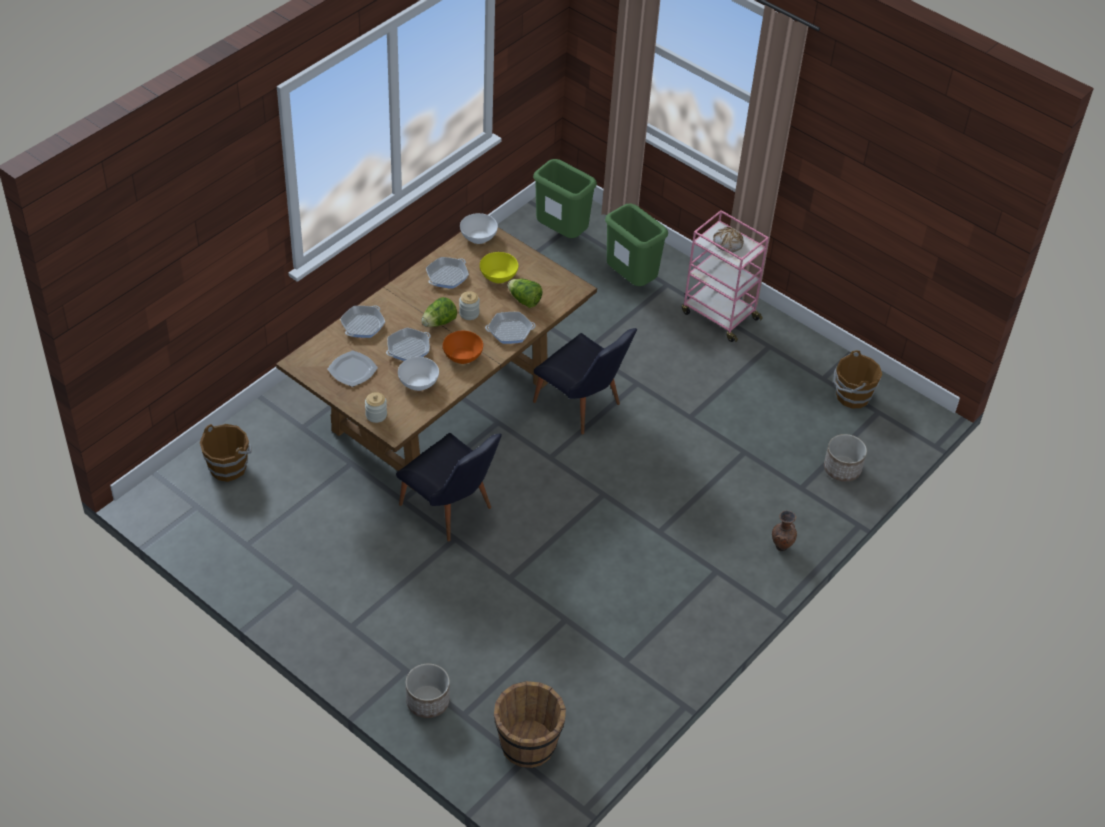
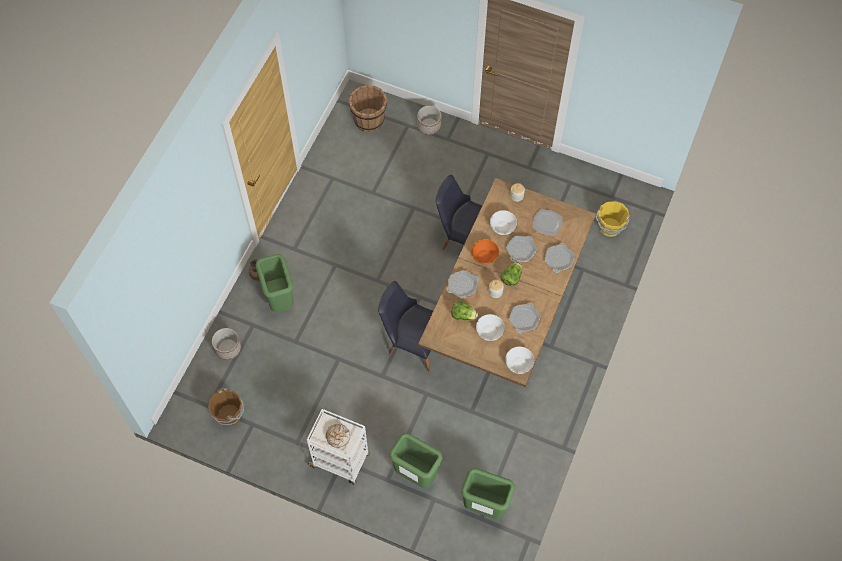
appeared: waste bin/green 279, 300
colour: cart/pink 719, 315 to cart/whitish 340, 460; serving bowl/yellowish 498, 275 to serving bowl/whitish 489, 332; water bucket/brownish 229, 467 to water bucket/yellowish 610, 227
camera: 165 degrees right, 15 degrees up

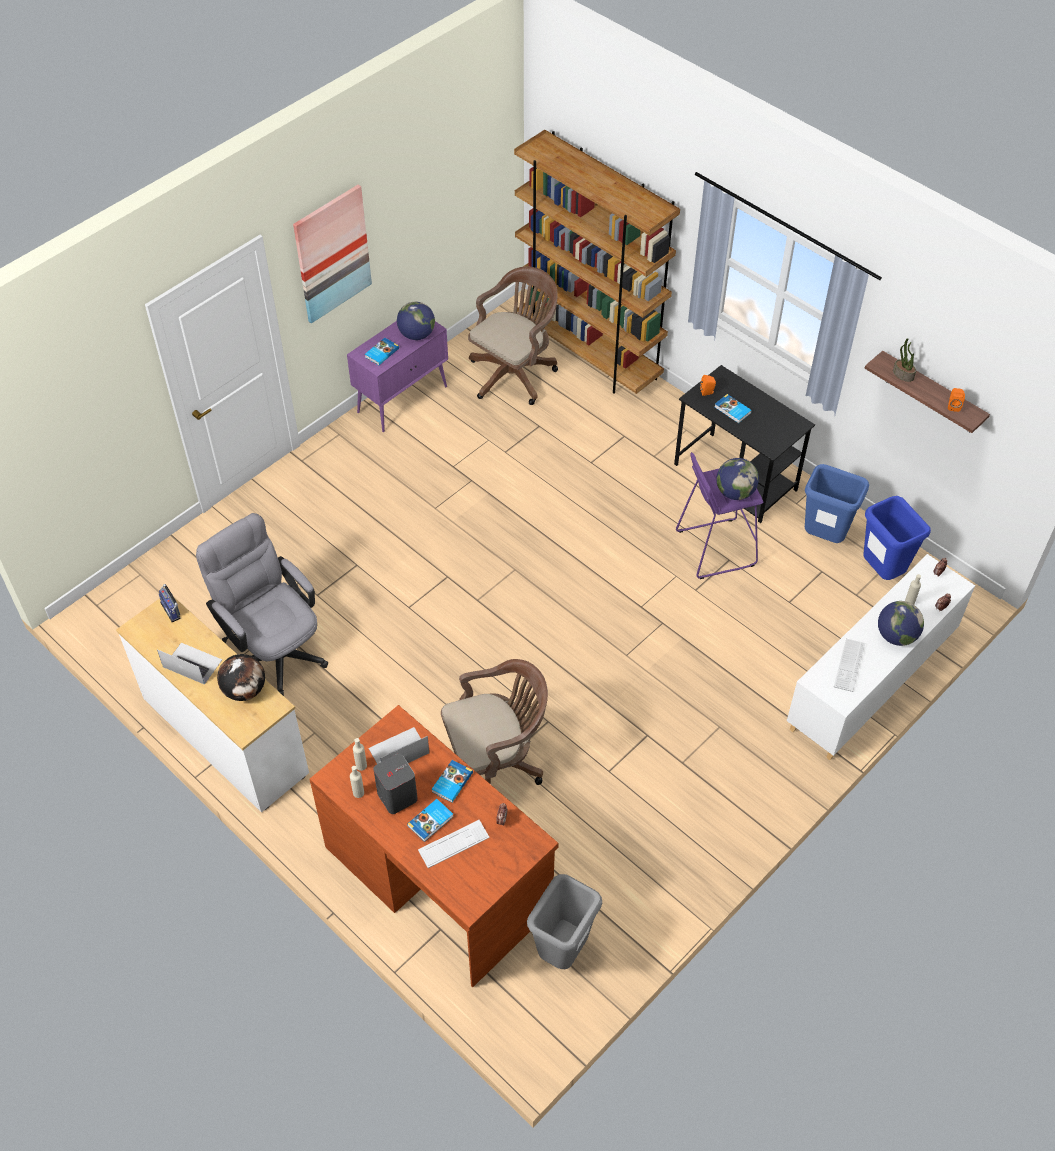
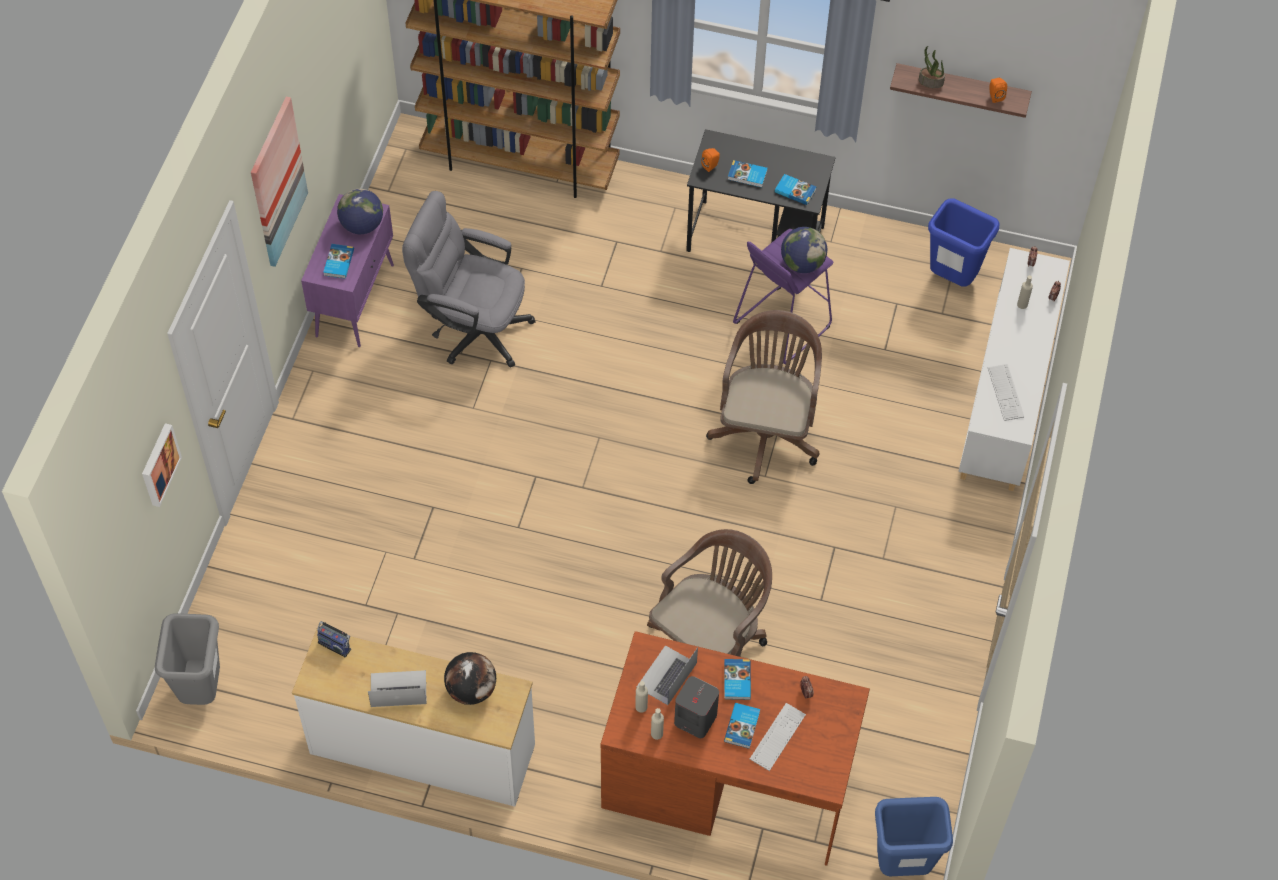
missing: globe 896, 636
appeared: wall picture 158, 464; book 795, 190
relocated: waste bin/grey 563, 951 to 202, 690; desk chair/grey 274, 649 to 472, 328; desk chair/brownish 515, 373 to 766, 431; waste bin/blue-coloured 824, 538 to 903, 865
camera: 30 degrees left, 5 degrees up

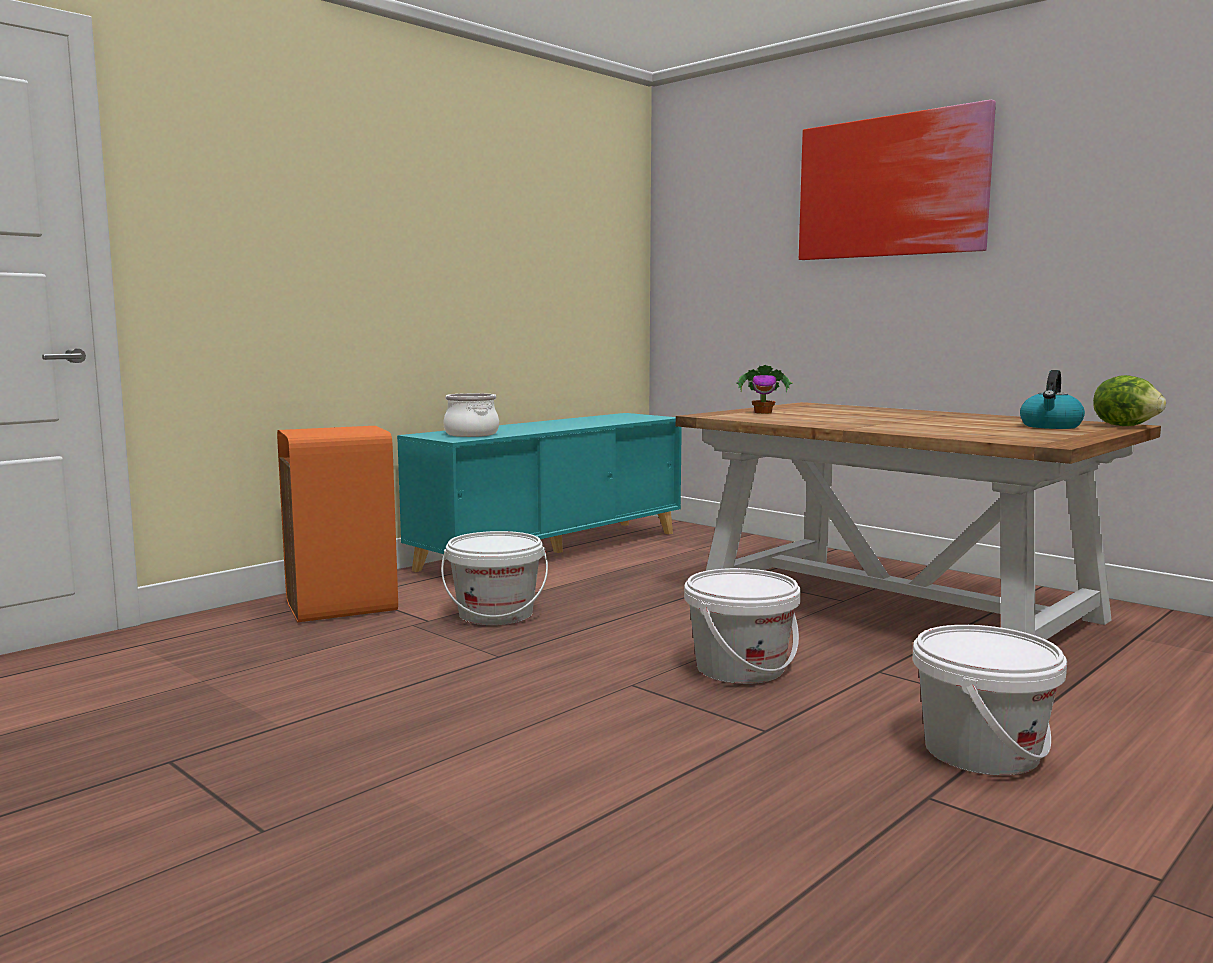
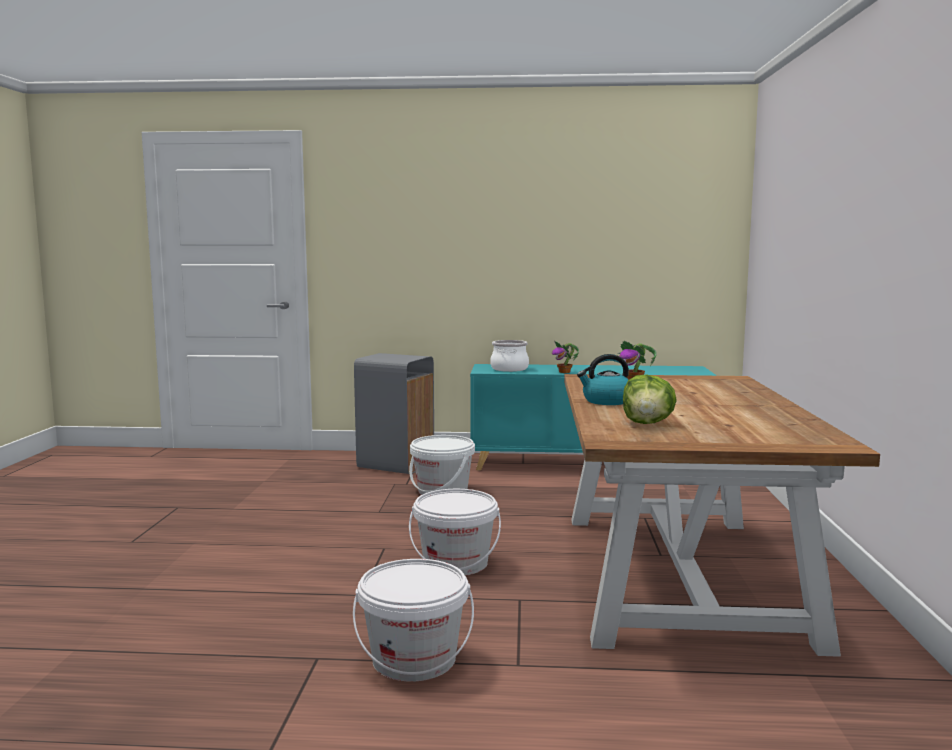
missing: wall picture 891, 187
appeared: potted plant 564, 372
relocated: kettle 1051, 426 to 606, 401; head of lettuce 1126, 426 to 647, 423
colour: waste bin/orangey 342, 607 to waste bin/grey 396, 465
camera: 50 degrees right, 0 degrees up

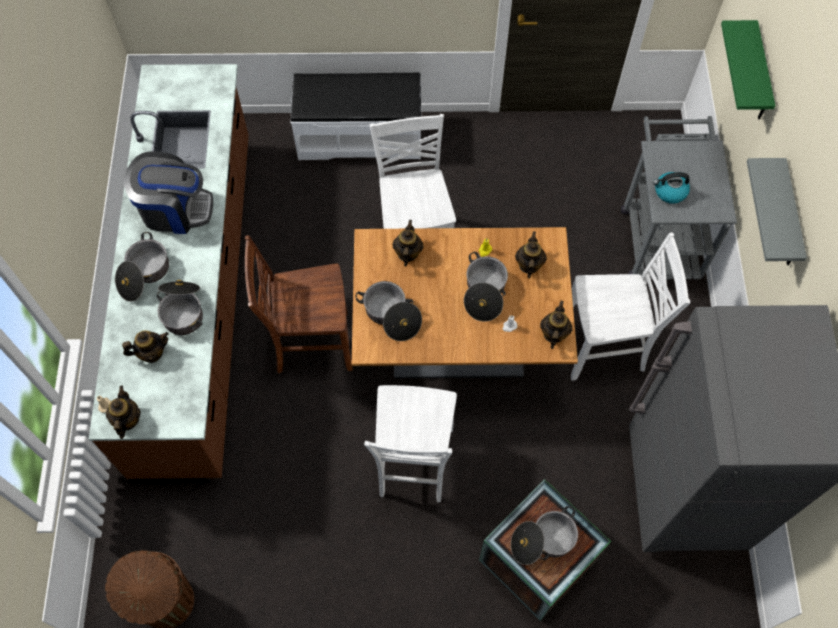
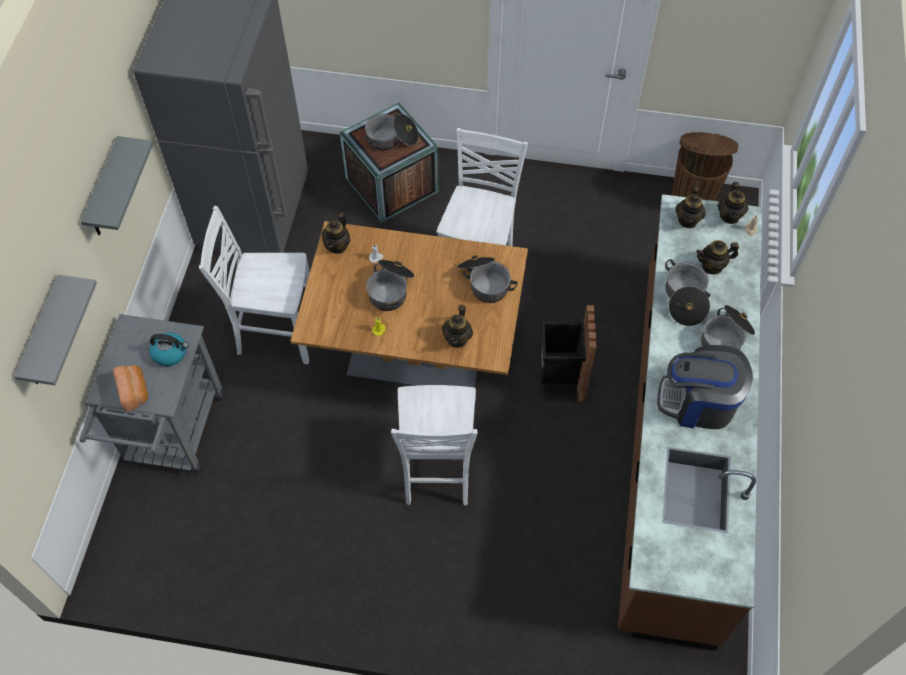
missing: indoor bench/whitish 359, 136
appeared: bread 134, 391
relocated: tea pot 529, 265 to 688, 220
exchanged: chair/brownish 310, 343 to waste bin/blackish 560, 381
colour: bracket shelf/green 760, 75 to bracket shelf/grey 43, 336
camera: 170 degrees left, 5 degrees down

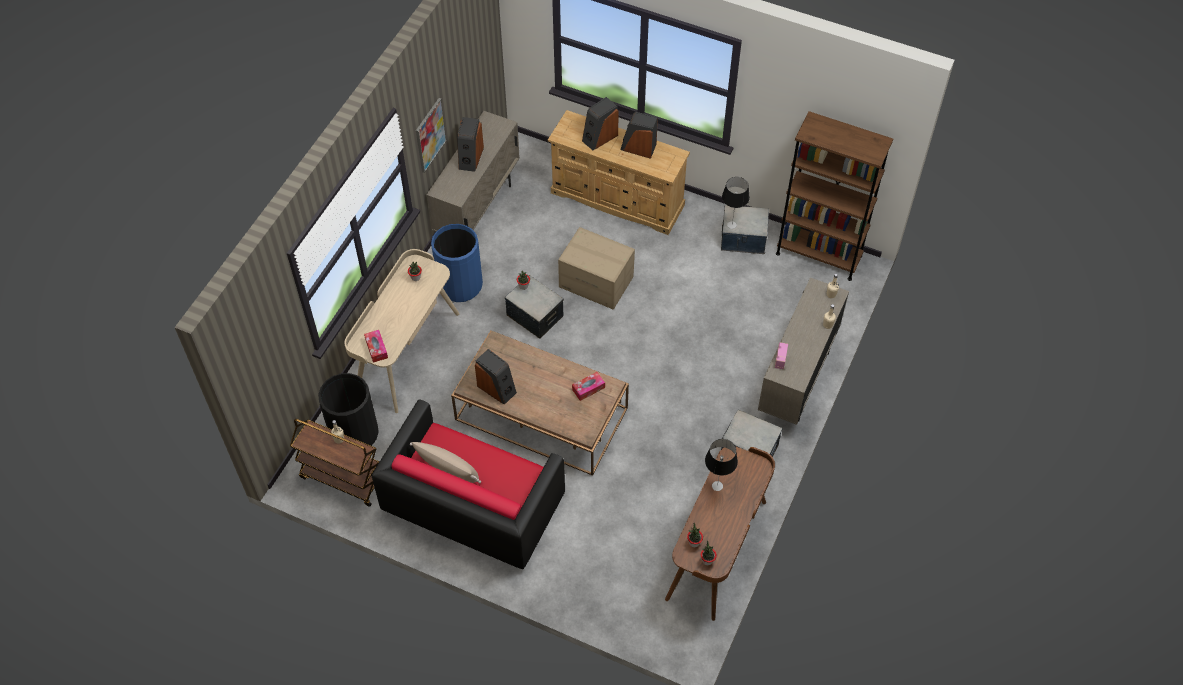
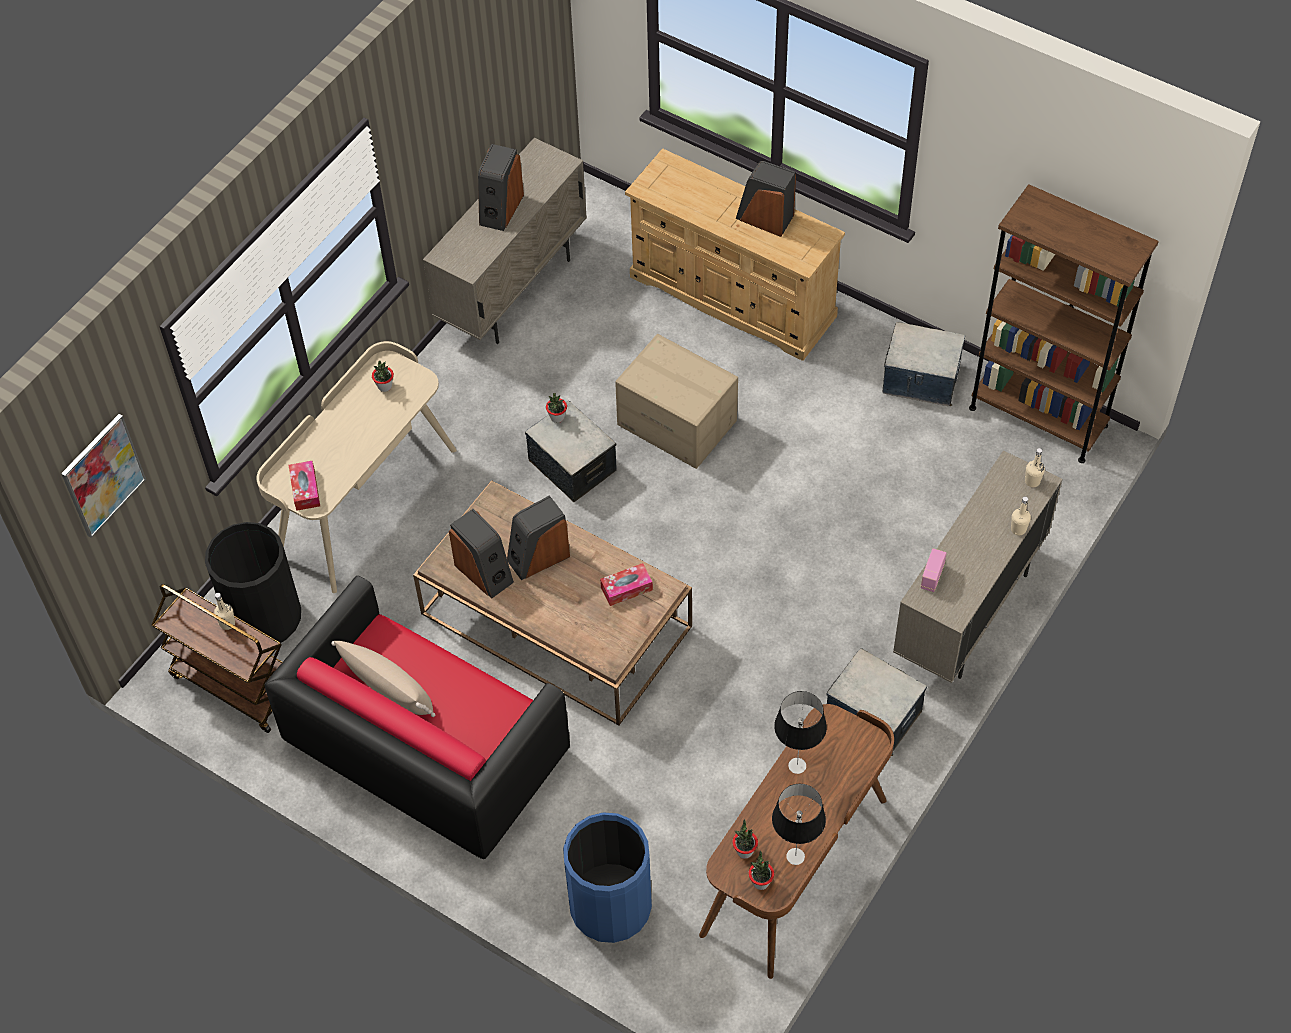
relocated: wall picture 430, 135 to 103, 475; speaker 599, 137 to 538, 557; waste bin/blue-coloured 460, 285 to 610, 906; tabletop lamp 732, 224 to 795, 855
camera: 10 degrees right, 0 degrees up

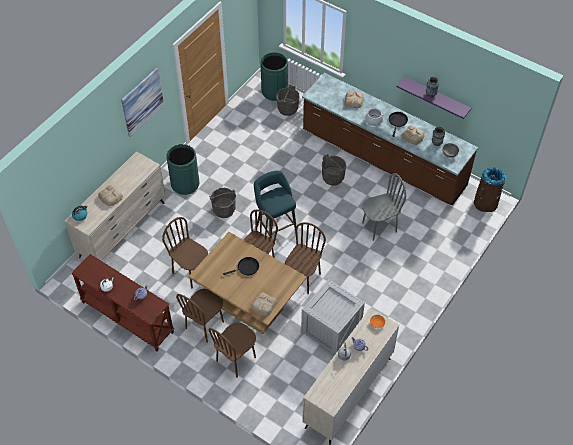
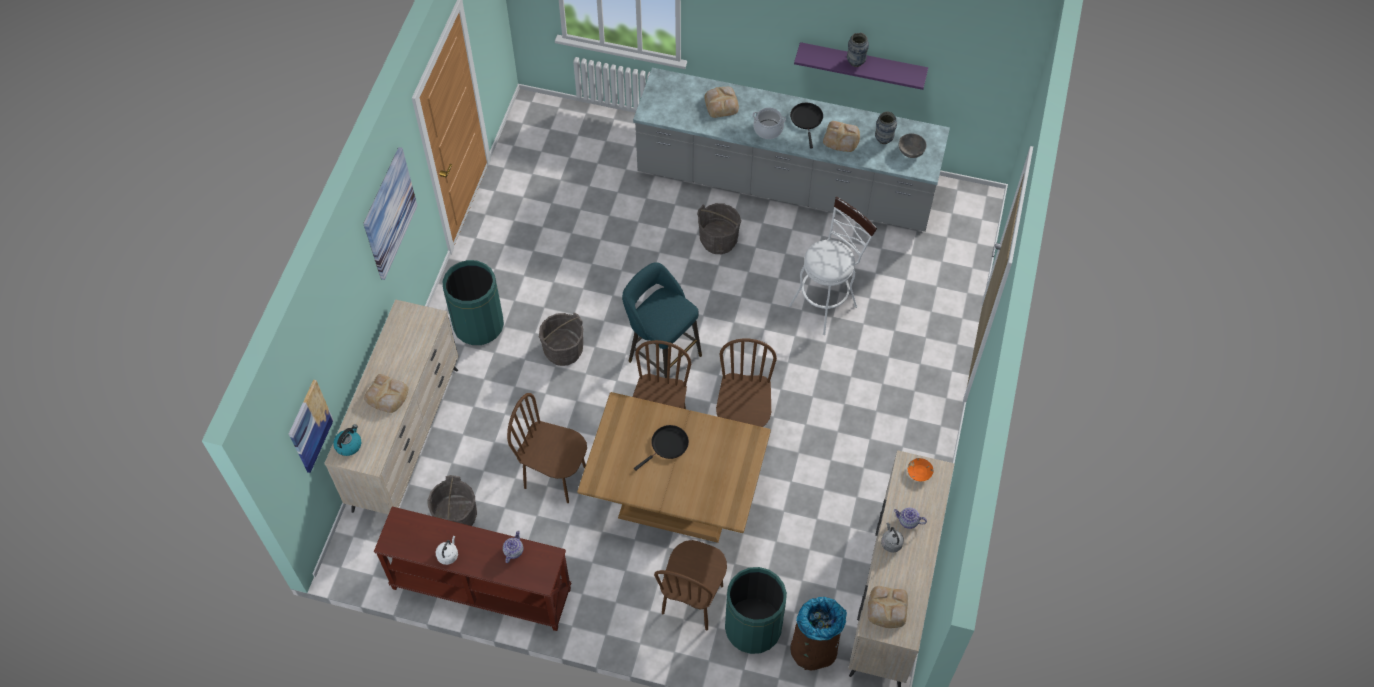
missing: chair/brownish 205, 325; shipping crate 331, 327
appeared: wall picture 310, 426
relocated: water bucket/grey 287, 108 to 456, 516; waste bin/green 274, 92 to 753, 627; waste bin/brownish 486, 203 to 814, 649; bread 263, 305 to 887, 608
exchanged: chair/grey 379, 227 to sitting stool/whitish 826, 302
colour: kitchen base unit/brownish 383, 159 to kitchen base unit/grey 785, 185
camera: 20 degrees left, 5 degrees up

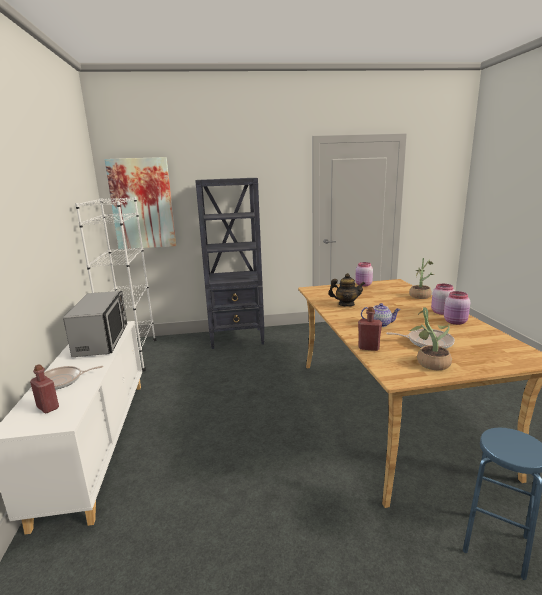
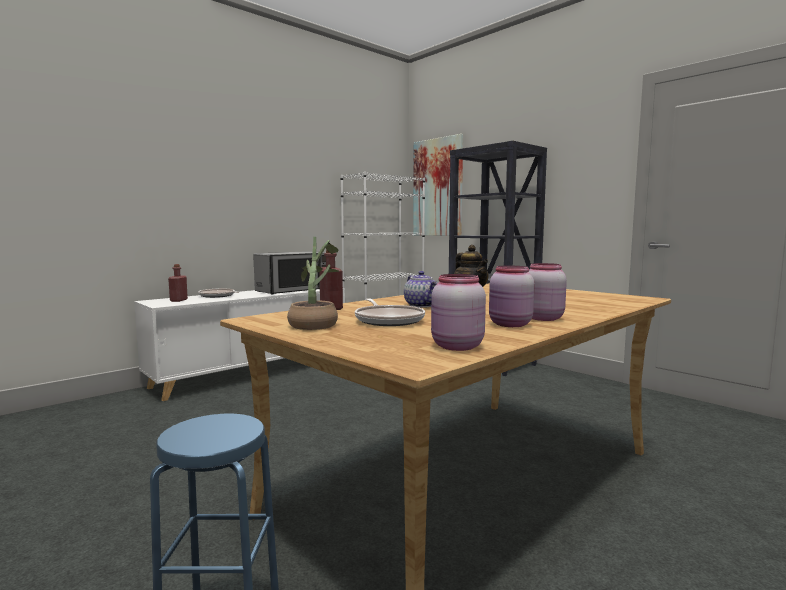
missing: potted plant 420, 295
relocated: jar/pink 363, 285 to 455, 346
camera: 55 degrees right, 10 degrees down

